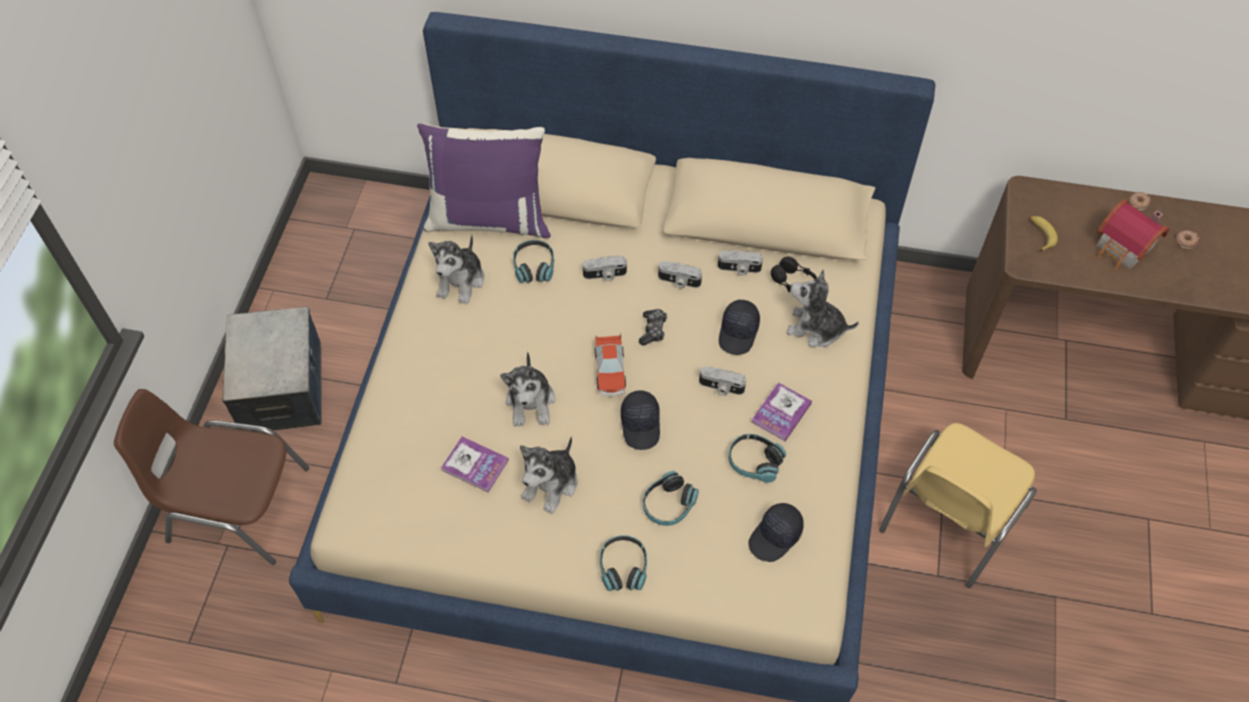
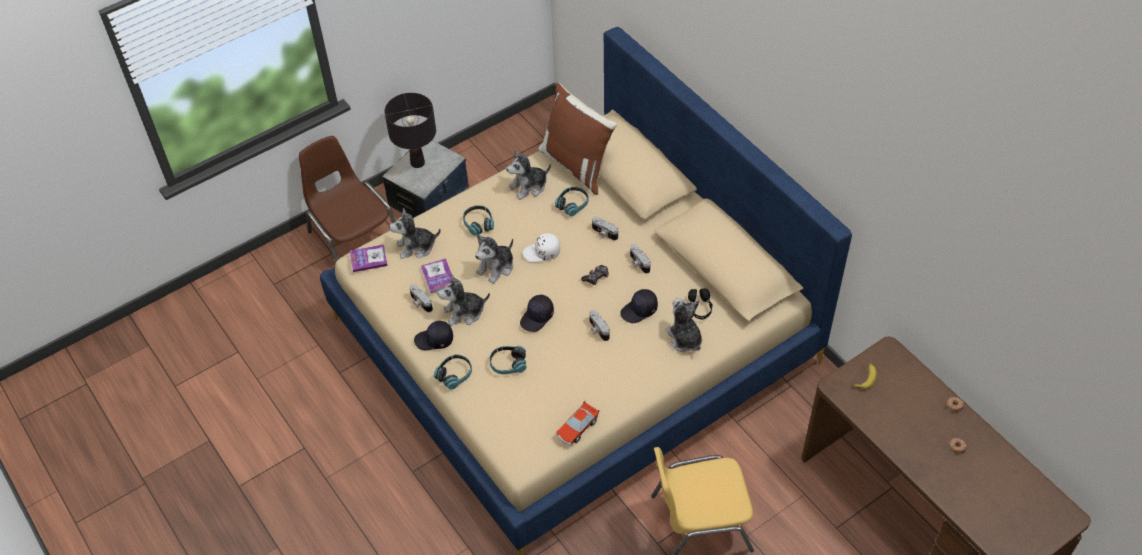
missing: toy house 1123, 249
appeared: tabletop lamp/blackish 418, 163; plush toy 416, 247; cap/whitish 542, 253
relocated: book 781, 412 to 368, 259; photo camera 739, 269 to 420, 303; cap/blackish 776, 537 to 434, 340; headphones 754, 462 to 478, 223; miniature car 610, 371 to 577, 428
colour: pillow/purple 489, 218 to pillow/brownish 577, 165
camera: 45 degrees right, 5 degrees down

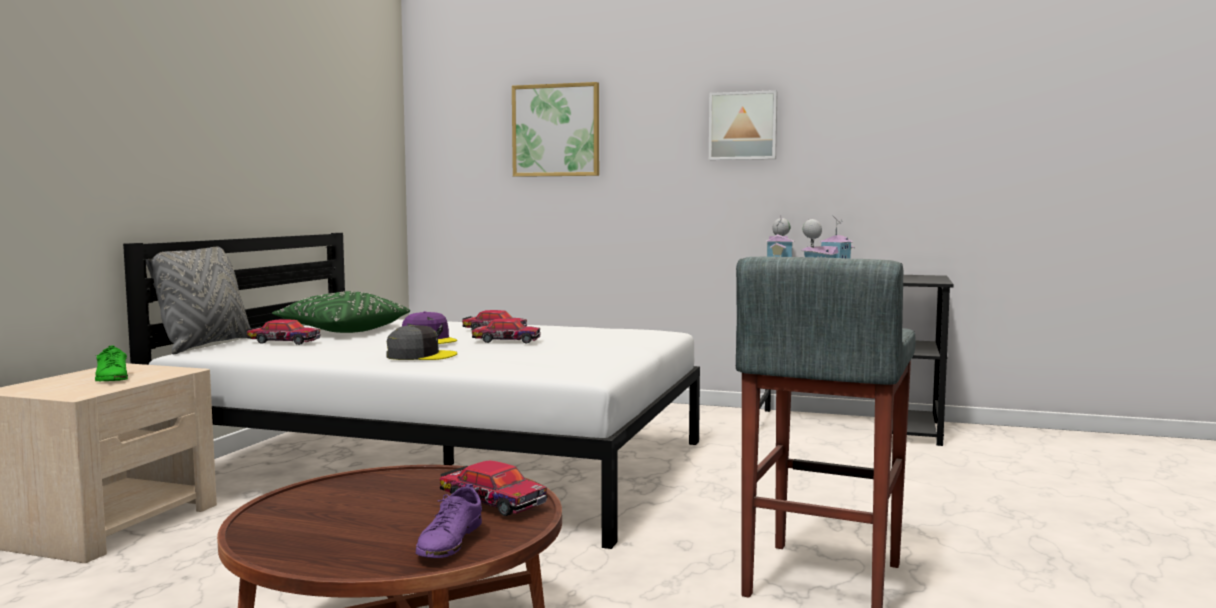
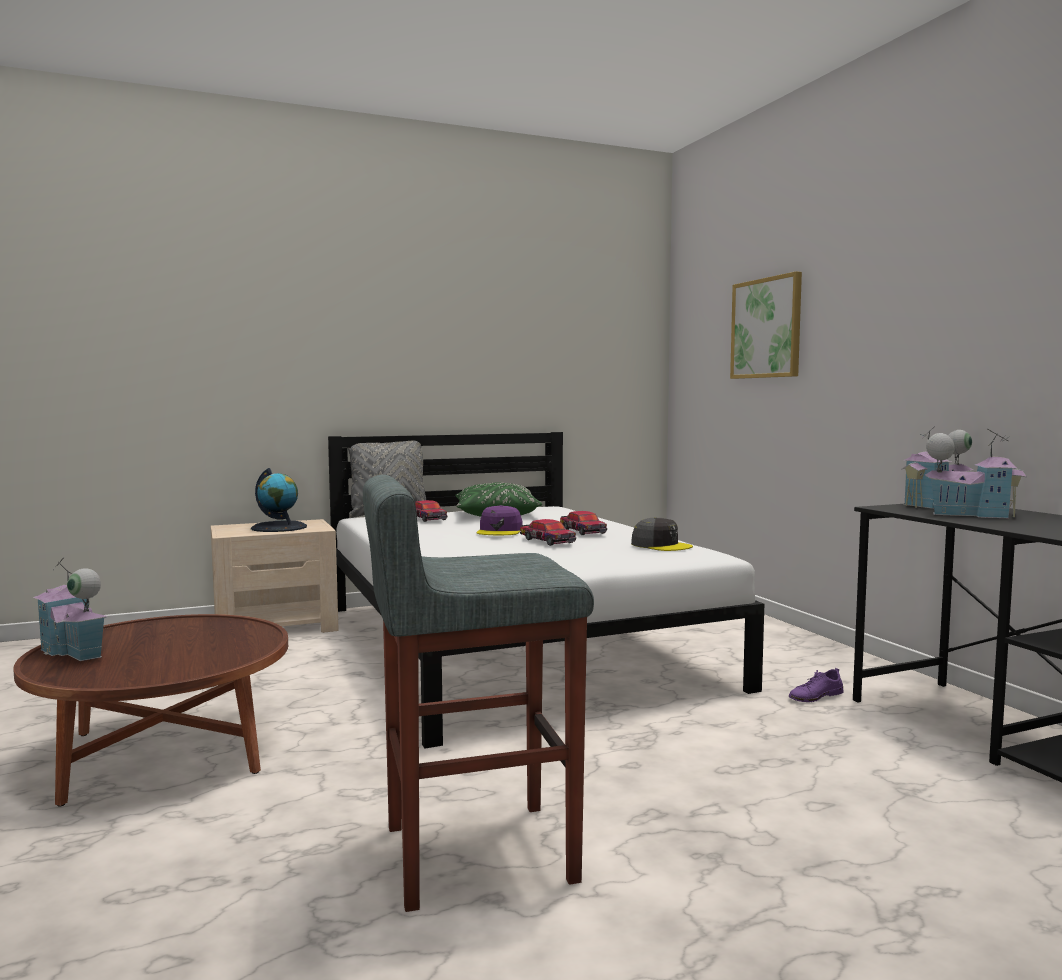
missing: miniature car 492, 501; wall picture 743, 126
appeared: toy house 73, 651
relocated: cap/grey 420, 355 to 661, 545; low shoe/purple 449, 541 to 815, 696
exchanged: low shoe/green 112, 377 to globe 279, 527
camera: 50 degrees right, 0 degrees up

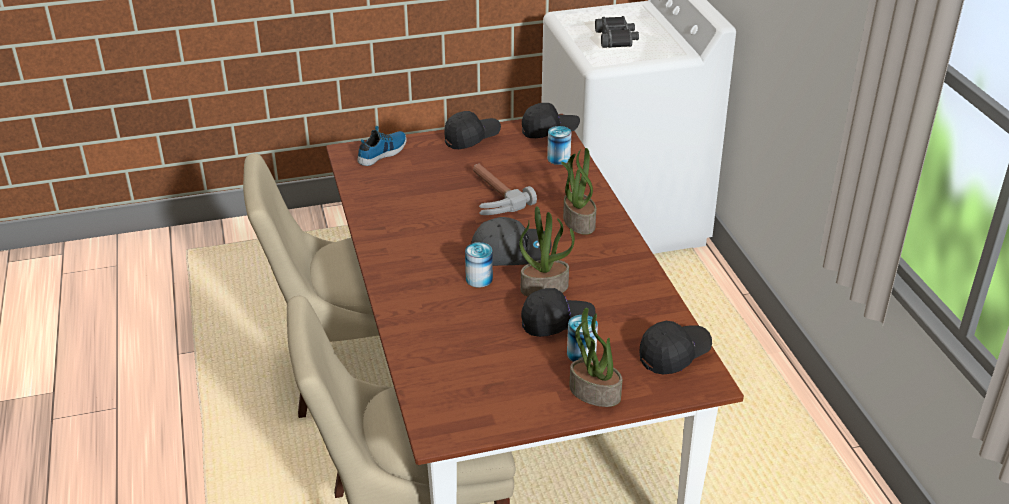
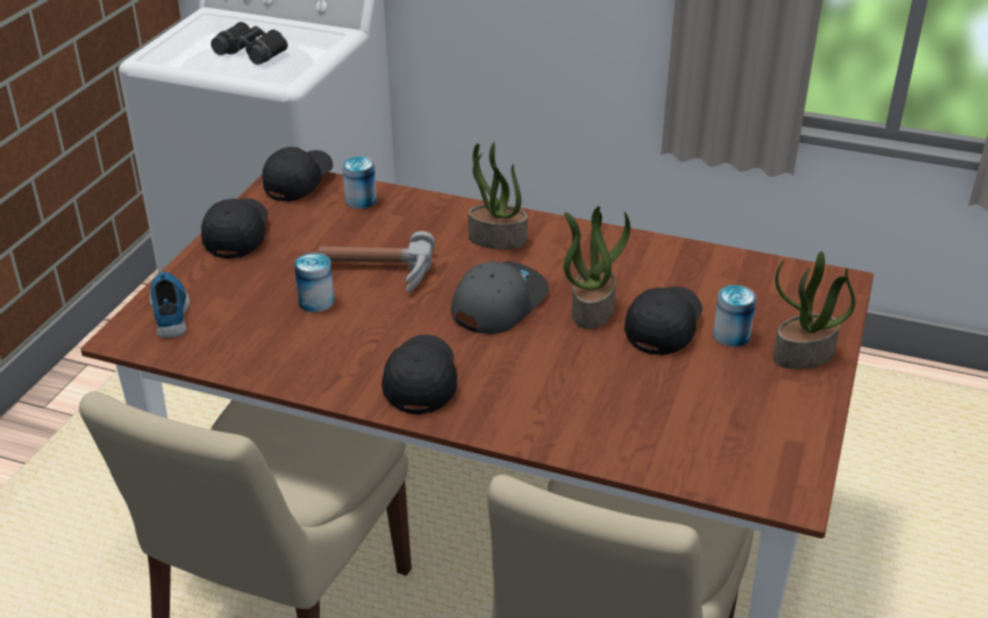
relocated: sealed can 479, 279 to 316, 302; cap/blackish 674, 355 to 421, 383
camera: 55 degrees left, 0 degrees up

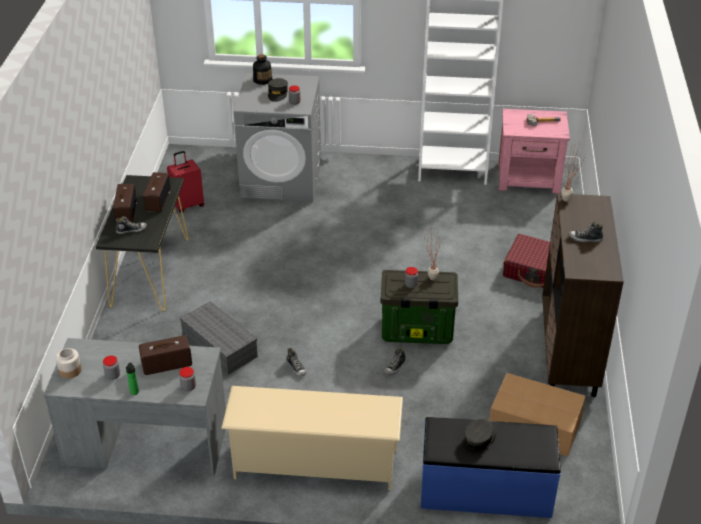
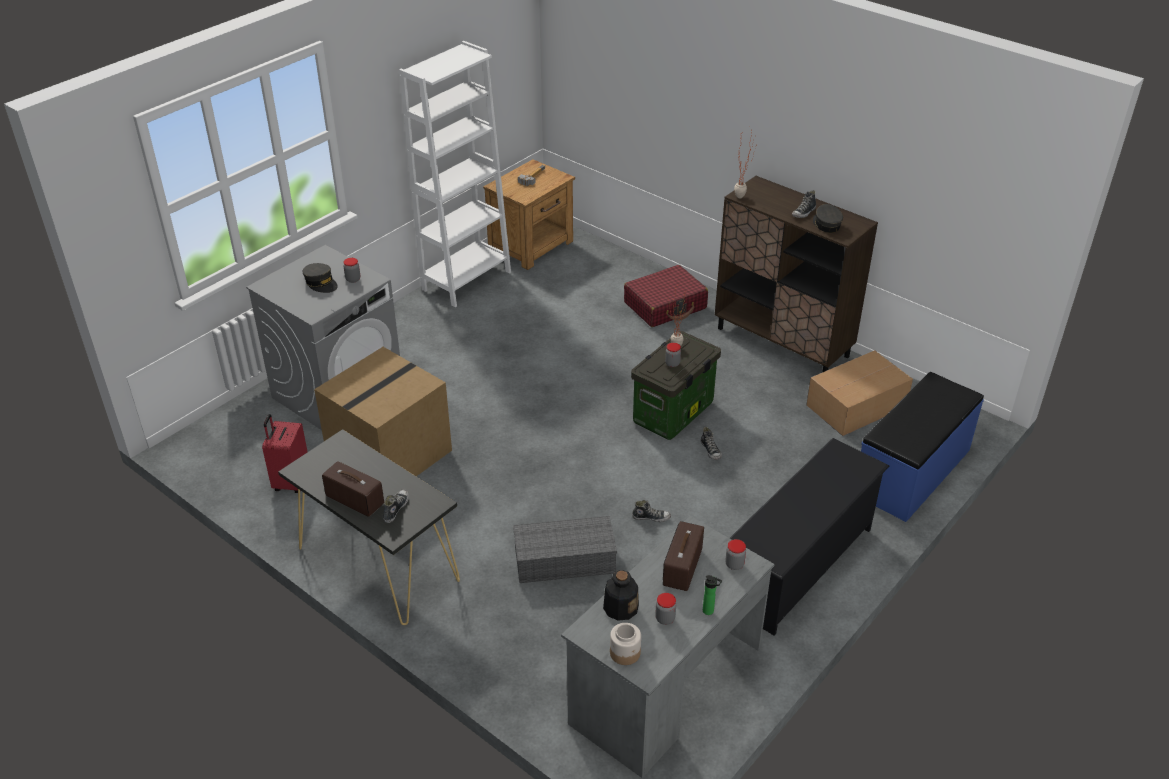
missing: radio set 157, 200
appeared: carton 389, 452
relocated: bottle 262, 80 to 620, 607; cap/grey 480, 438 to 826, 224
colour: night table/pink 529, 178 to night table/brownish 532, 246; shoe stand/beige 314, 464 to shoe stand/blackish 798, 566
camera: 55 degrees left, 0 degrees up

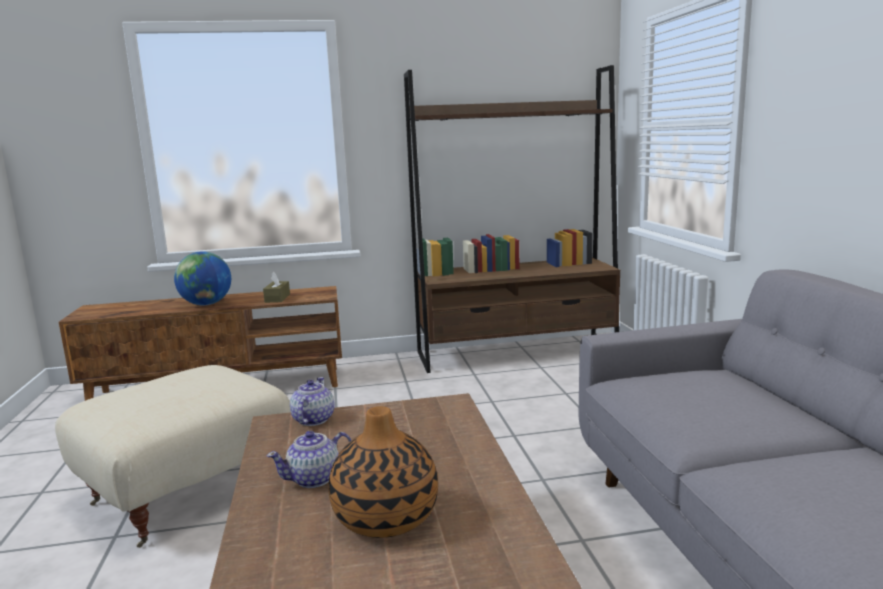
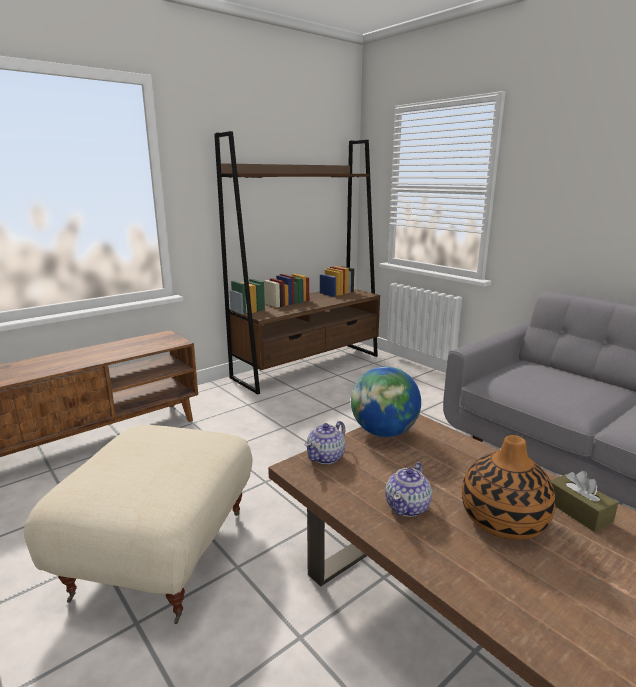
relocated: globe 206, 304 to 384, 432; tissue box/brownish 277, 298 to 578, 511
spun: tea pot 312, 420 = 326, 457 120 degrees counterclockwise
camera: 30 degrees left, 5 degrees up

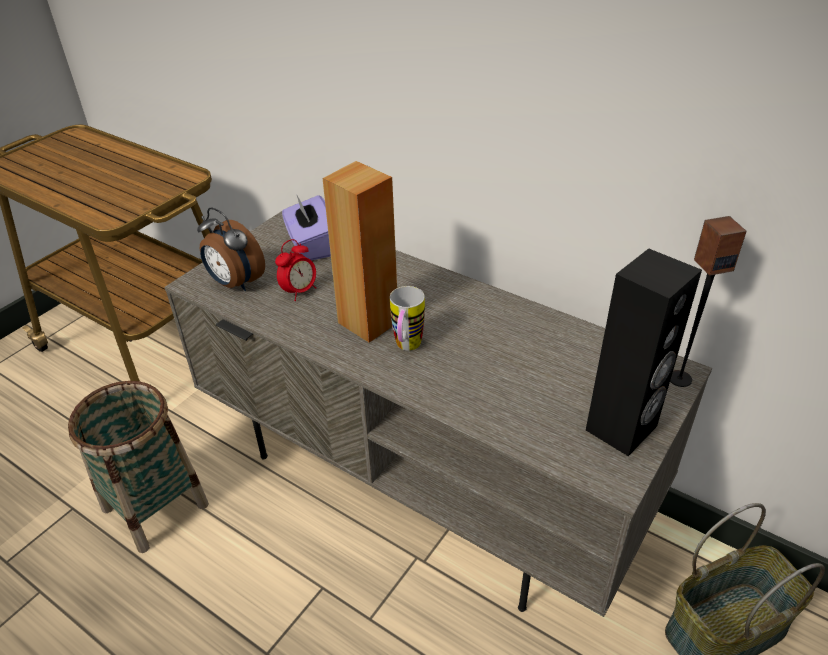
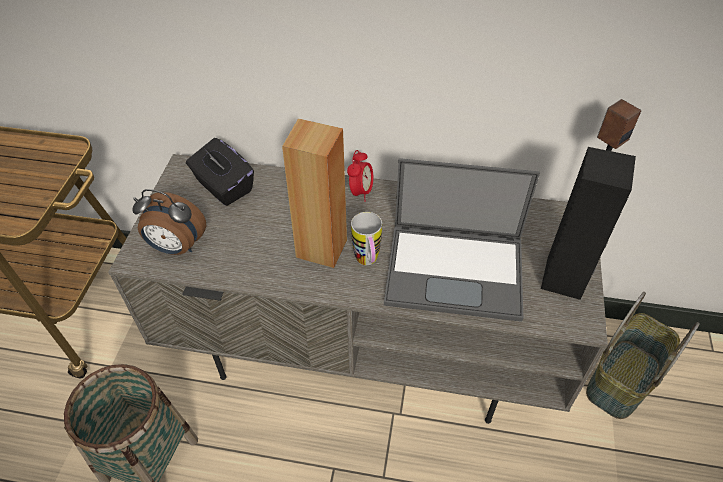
appeared: notebook computer 456, 270
relocated: bedside clock 299, 291 to 361, 192
colour: tissue box/purple 311, 246 to tissue box/blackish 223, 187
camera: 25 degrees left, 10 degrees up

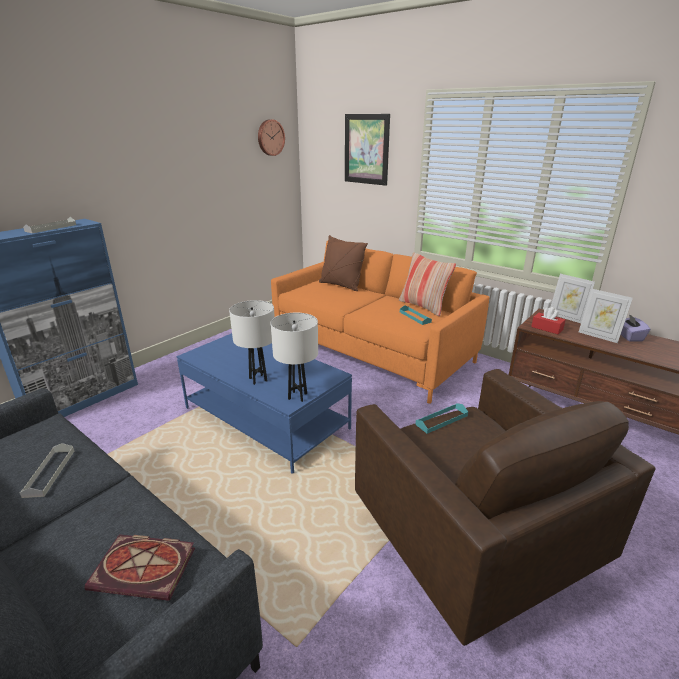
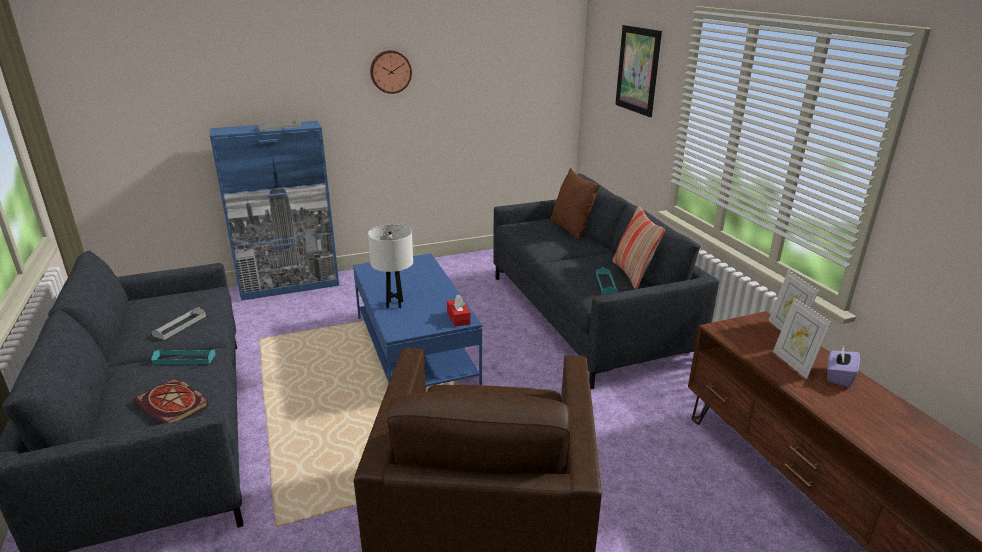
missing: tabletop lamp/whitish 297, 396
relocated: tray/turquoise-coloured 441, 420 to 184, 359; wall clock 270, 137 to 390, 71; tissue box/red-coloured 547, 328 to 458, 318
colour: sofa/orangey 372, 352 to sofa/grey 586, 316
camera: 30 degrees right, 0 degrees up

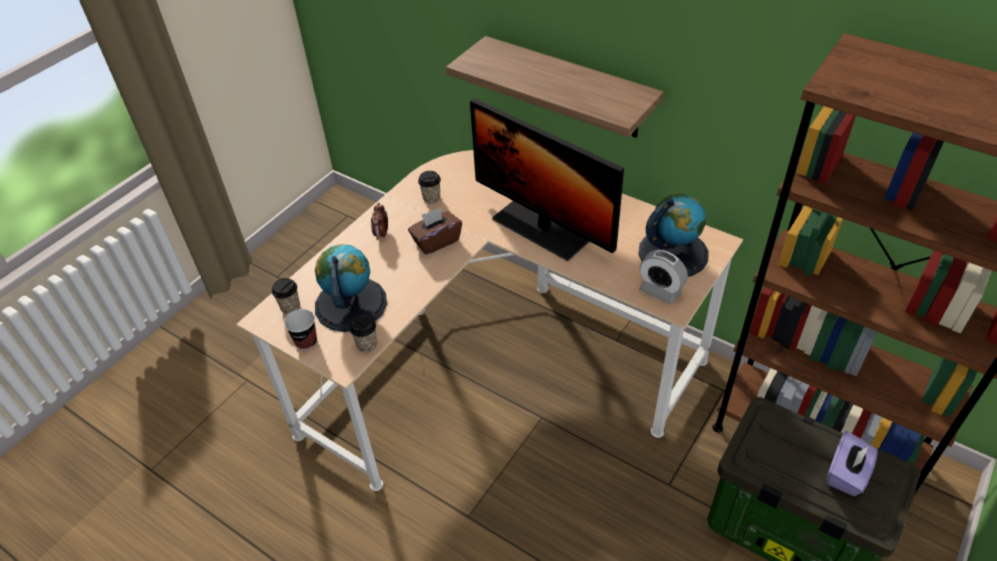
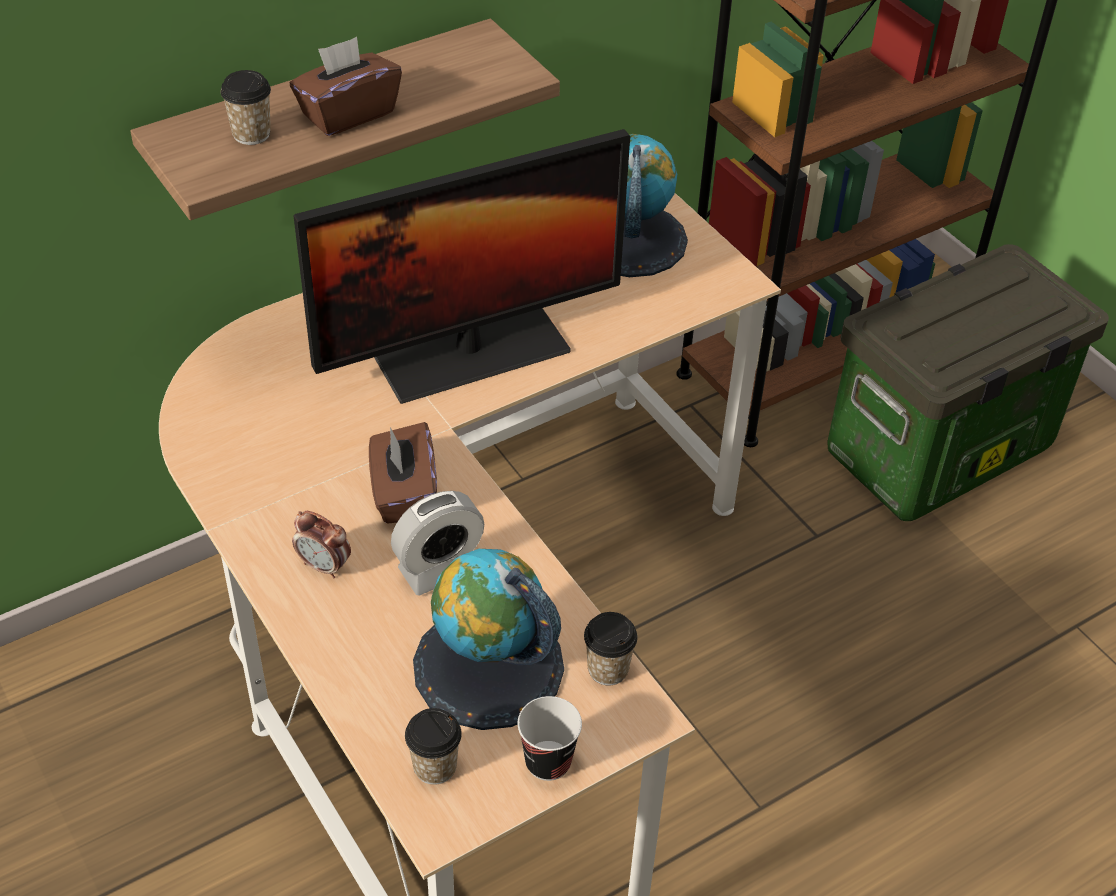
missing: tissue box/purple 846, 474
appeared: tissue box/brownish 348, 113
relocated: cup 431, 198 to 251, 134; bedside clock 660, 291 to 439, 569
camera: 70 degrees left, 0 degrees up

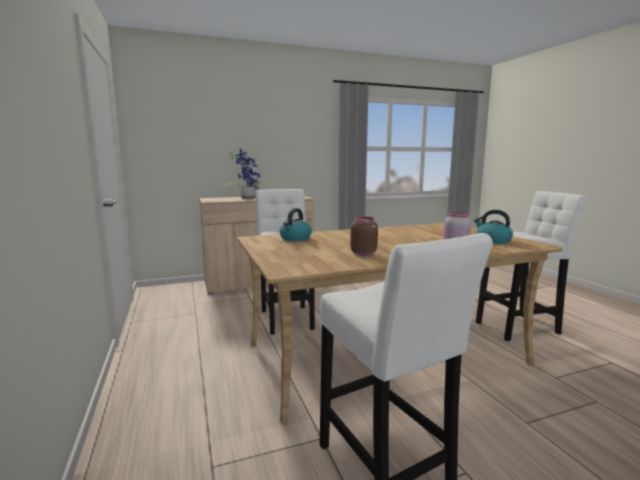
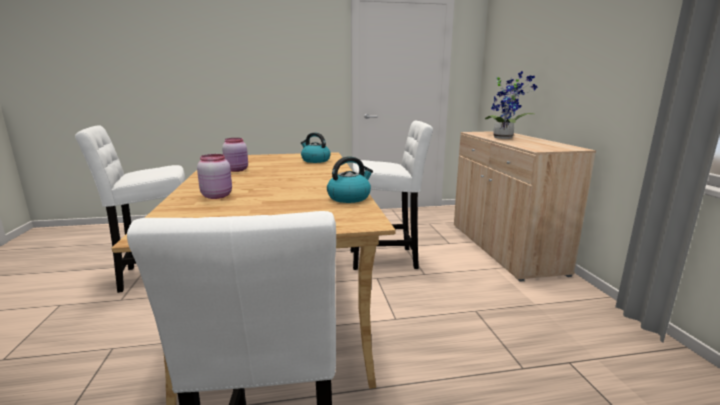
relocated: kettle 492, 240 to 349, 197
colour: jar/brownish 363, 253 to jar/pink 237, 170
camera: 100 degrees right, 5 degrees up

